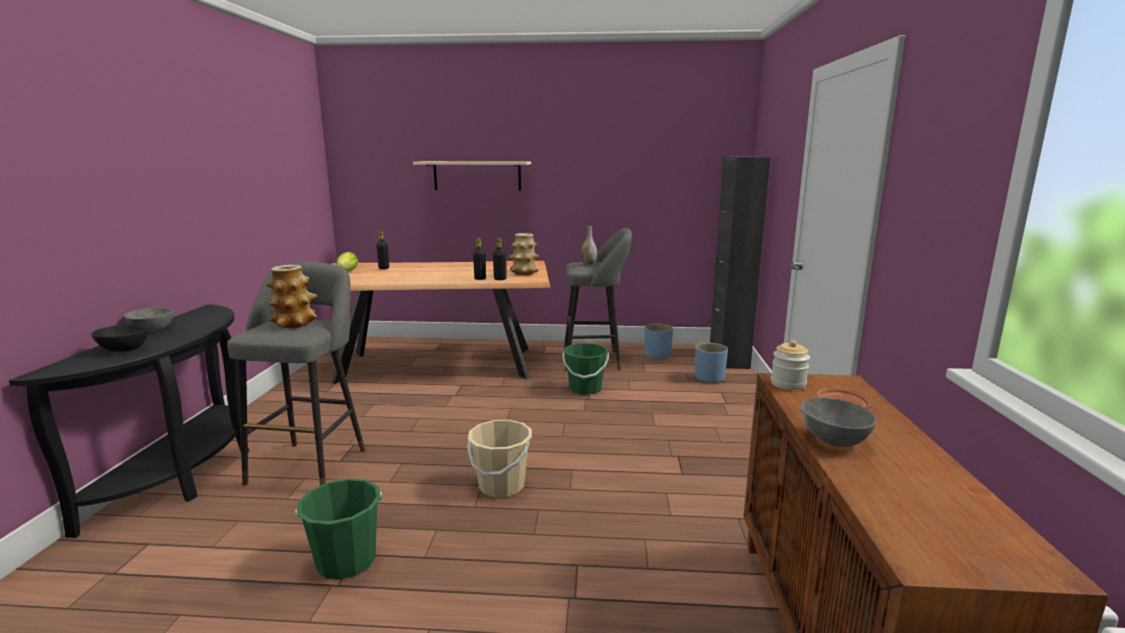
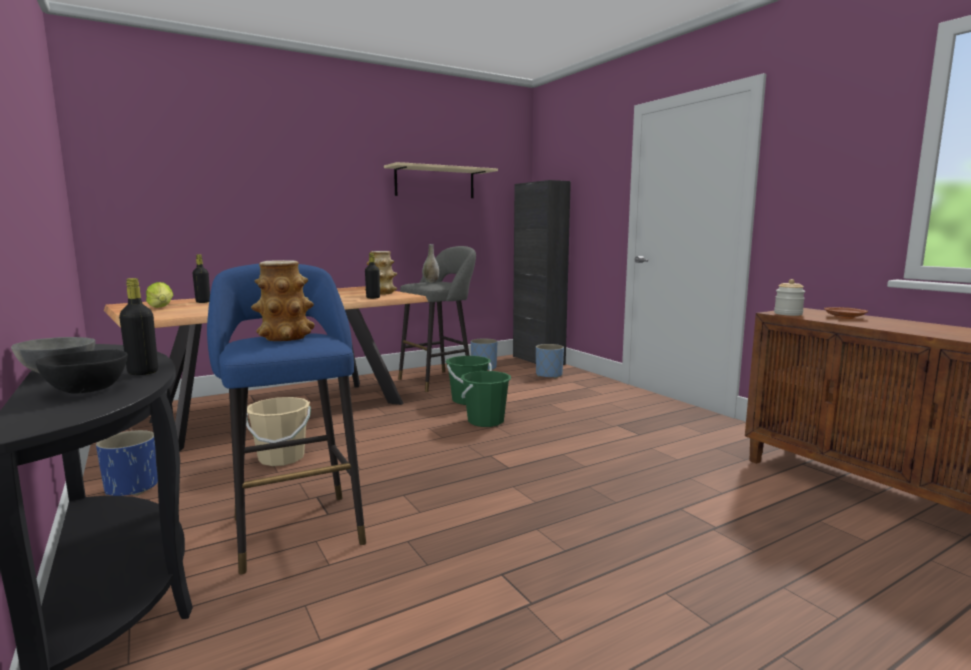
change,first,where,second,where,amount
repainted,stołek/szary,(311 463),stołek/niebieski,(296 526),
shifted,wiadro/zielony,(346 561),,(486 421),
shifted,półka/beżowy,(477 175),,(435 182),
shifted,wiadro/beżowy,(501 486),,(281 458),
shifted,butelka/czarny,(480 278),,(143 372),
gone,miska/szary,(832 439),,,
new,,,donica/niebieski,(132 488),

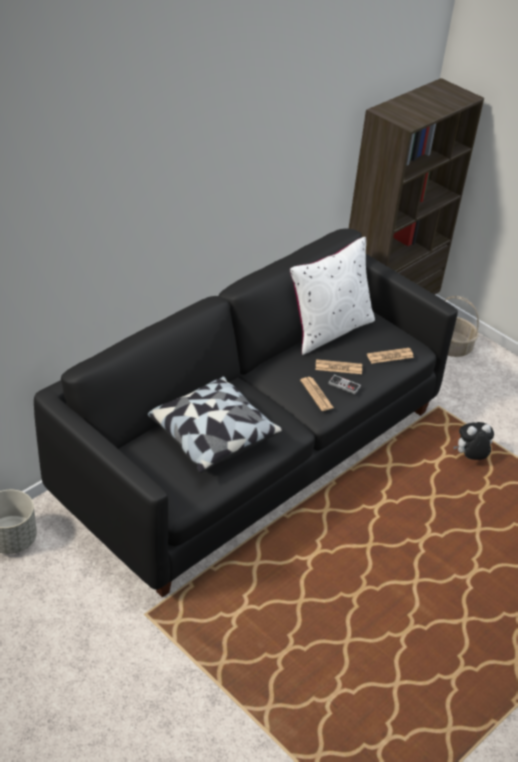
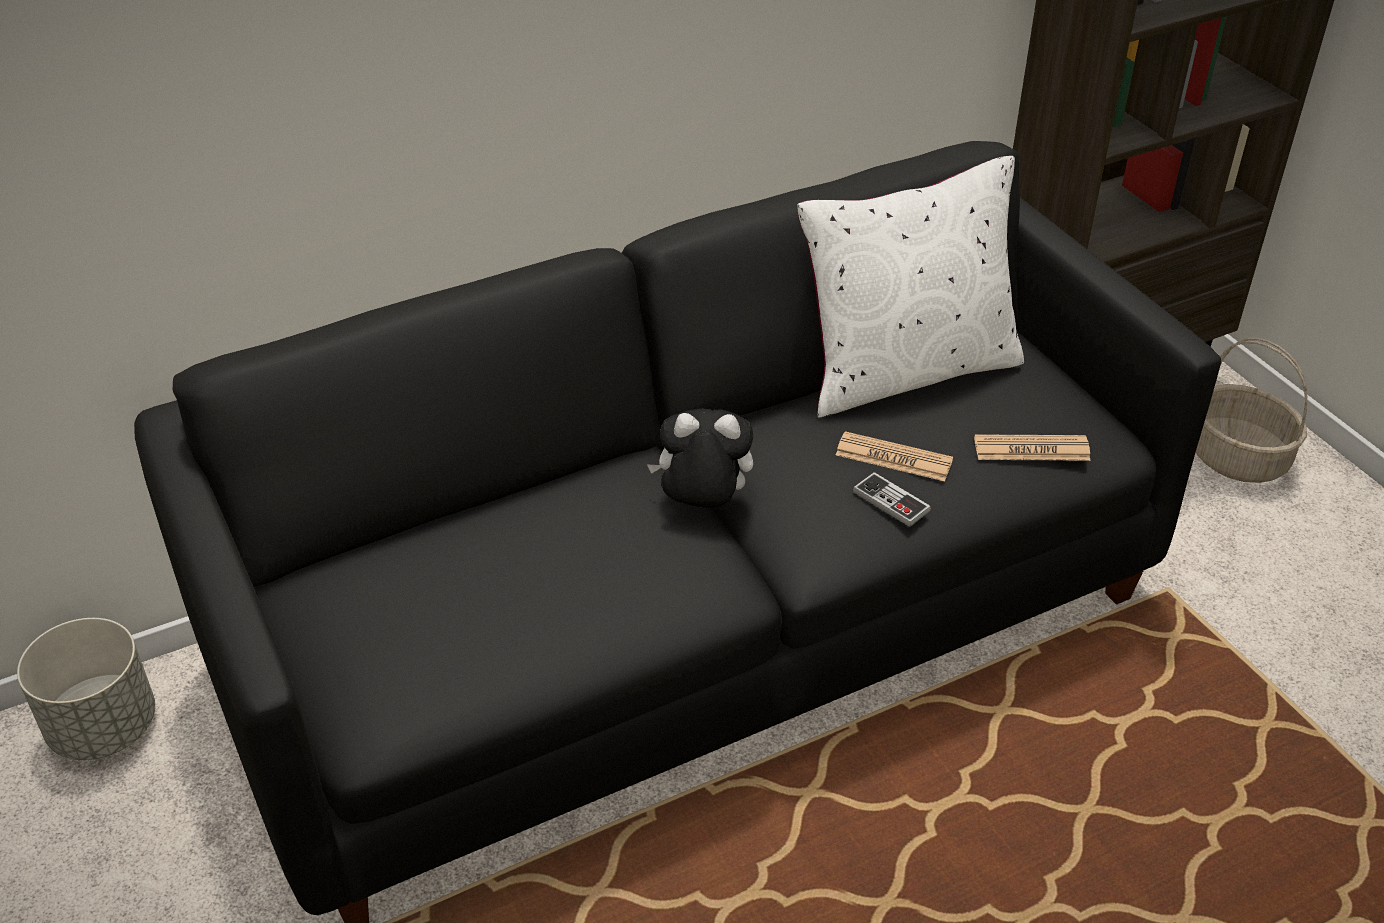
change,first,where,second,where,amount
gone,poduszka,(211 435),,,
gone,gazeta,(316 394),,,
shifted,pluszak,(470 458),,(702 505),

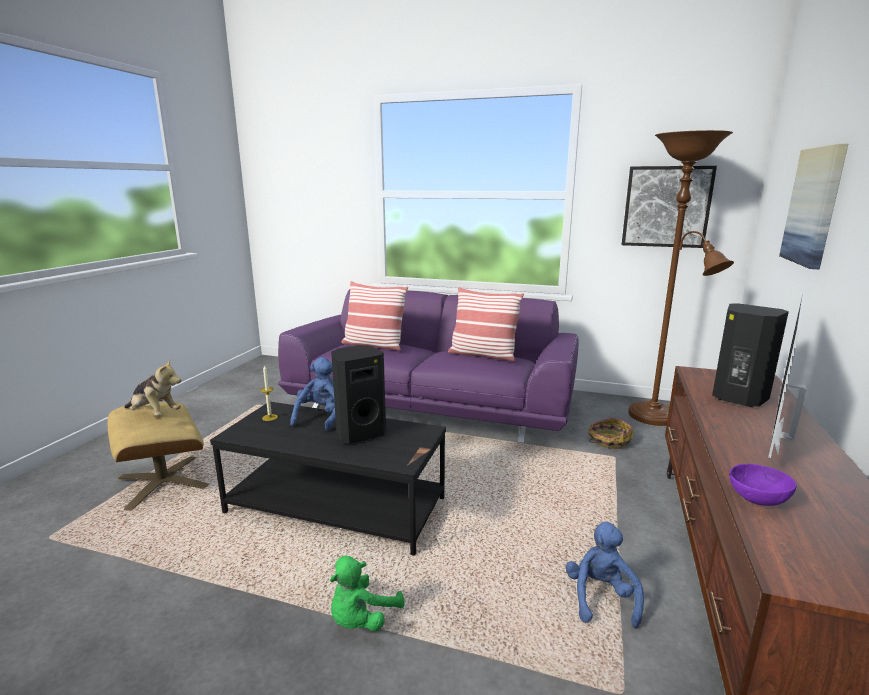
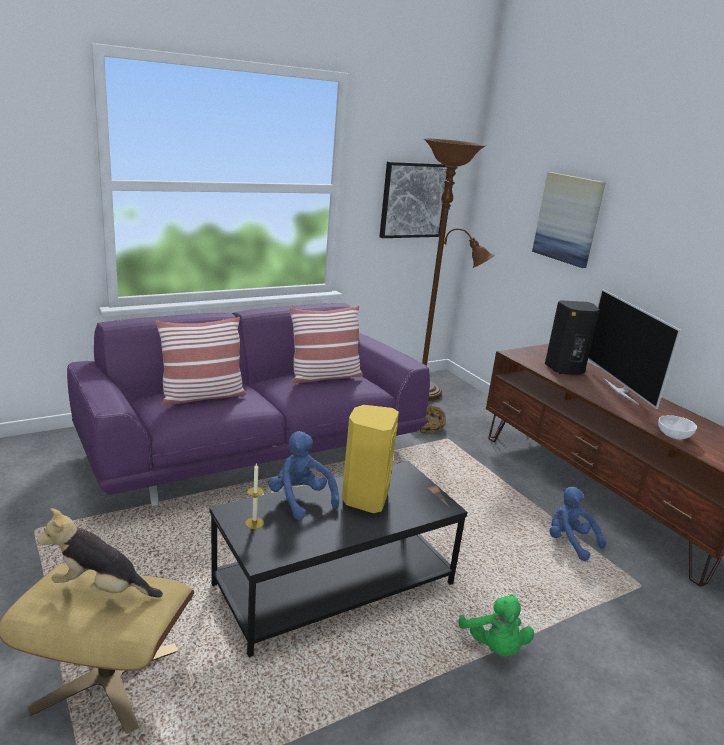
change,first,where,second,where,amount
rotated,pluszak,(154 414),,(101 589),150 degrees counterclockwise
repainted,głośnik/czarny,(359 433),głośnik/żółty,(364 498),
repainted,miska/fioletowy,(756 498),miska/biały,(673 436),

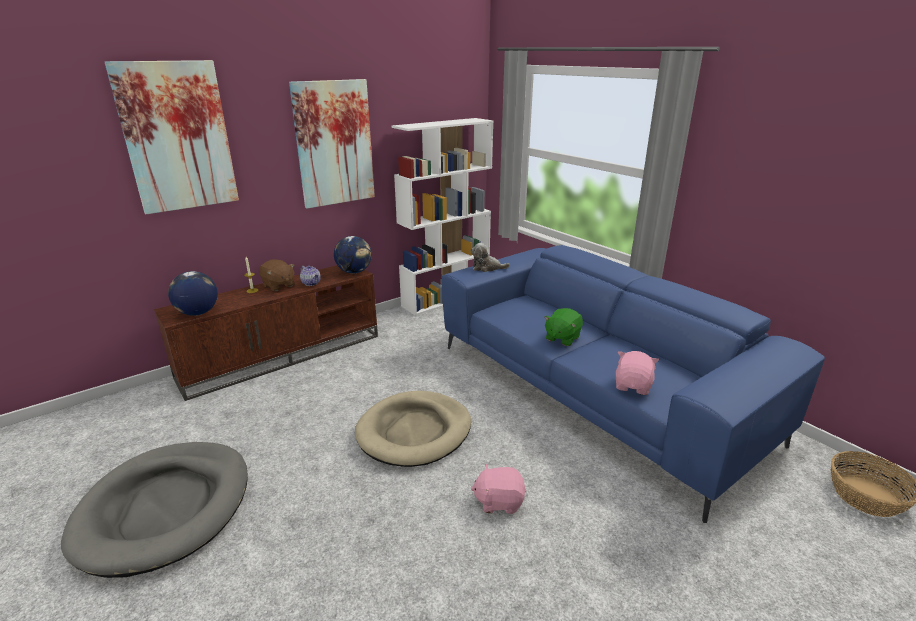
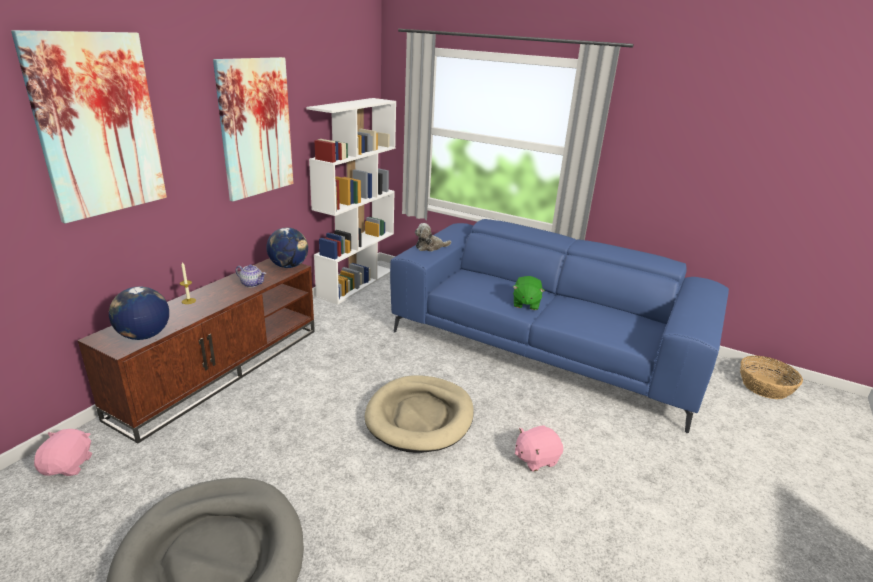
change,first,where,second,where,amount
gone,pluszak/brązowy,(278 286),,,
shifted,pluszak/różowy,(633 386),,(69 465),

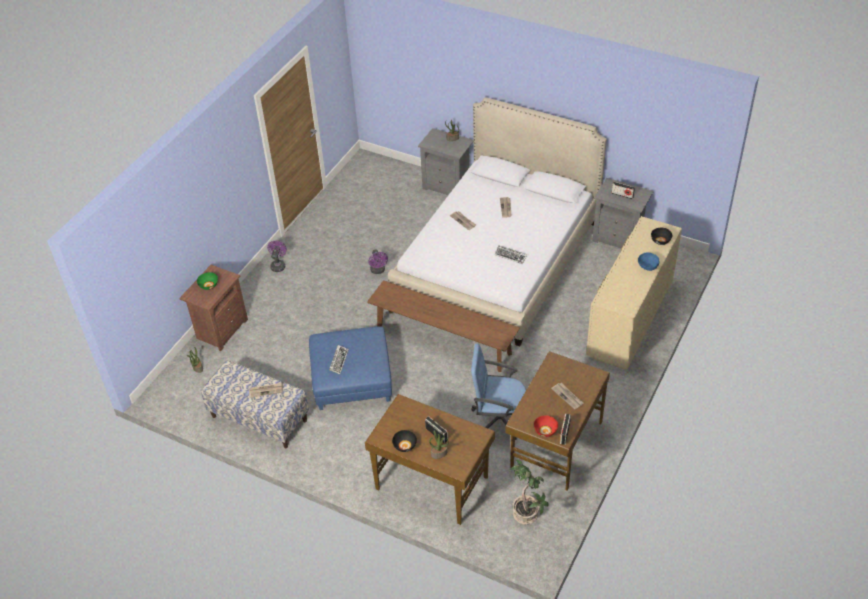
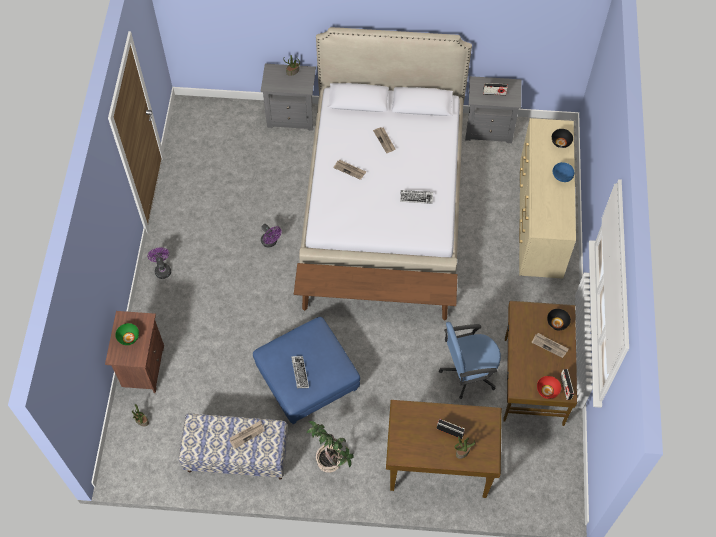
change,first,where,second,where,amount
shifted,miska/czarny,(405 446),,(557 323),
shifted,roślina doniczkowa,(526 514),,(330 460),

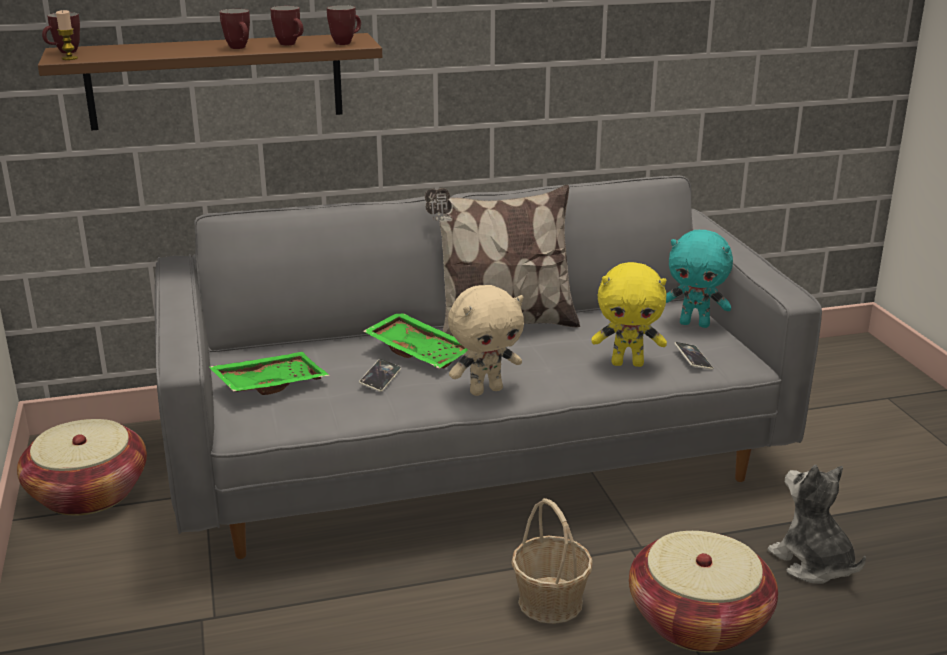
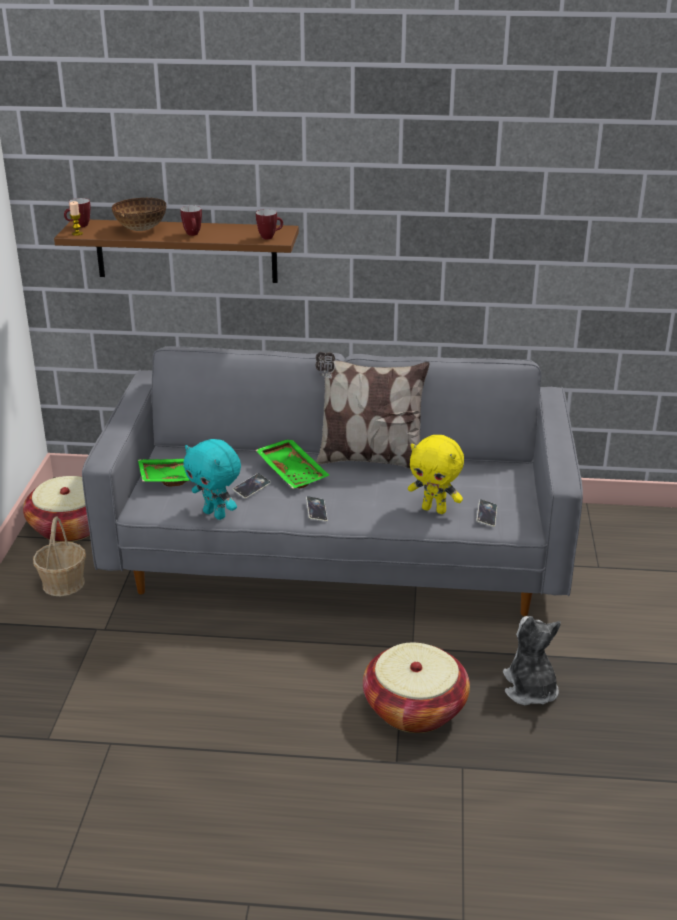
change,first,where,second,where,amount
gone,kubek,(290 44),,,
swapped,pluszak/beżowy,(485 390),telefon,(316 511),
shifted,koszyk,(550 601),,(63 583),
shifted,pluszak/turkusowy,(695 324),,(215 514),
new,,,miska,(141 229),

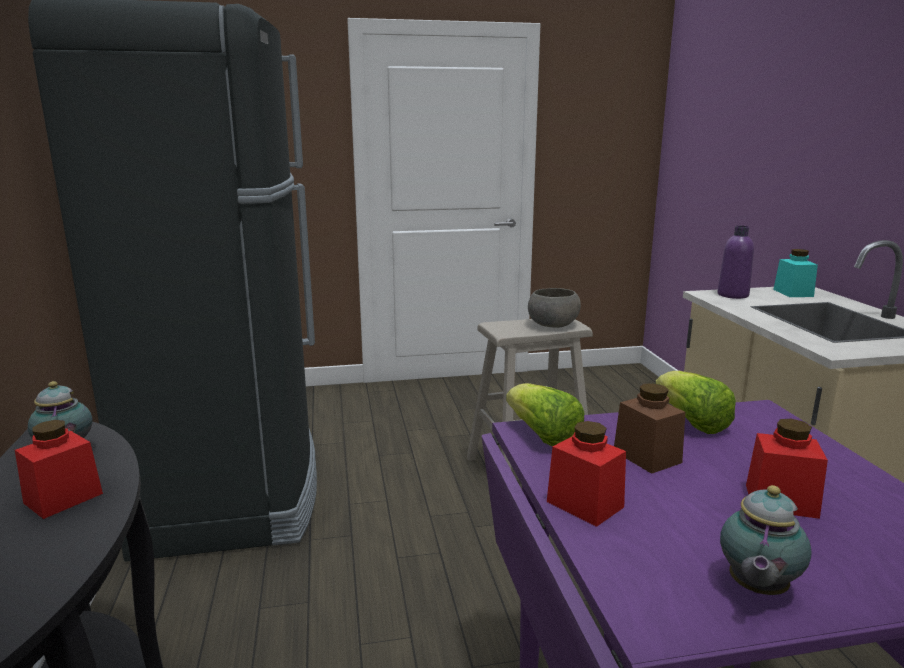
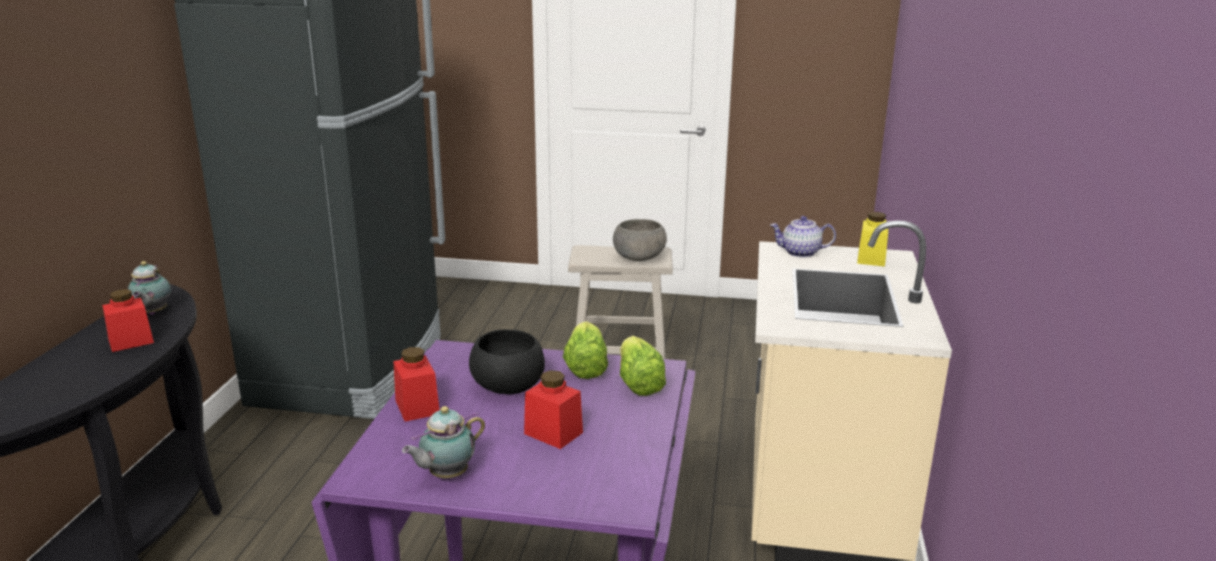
change,first,where,second,where,amount
shifted,sałata,(542 436),,(638 383),
swapped,słoik/brązowy,(647 456),miska/czarny,(508 385),
swapped,butelka/fioletowy,(732 295),imbryk,(800 253),
repainted,słoik/turkusowy,(793 293),słoik/żółty,(871 259),

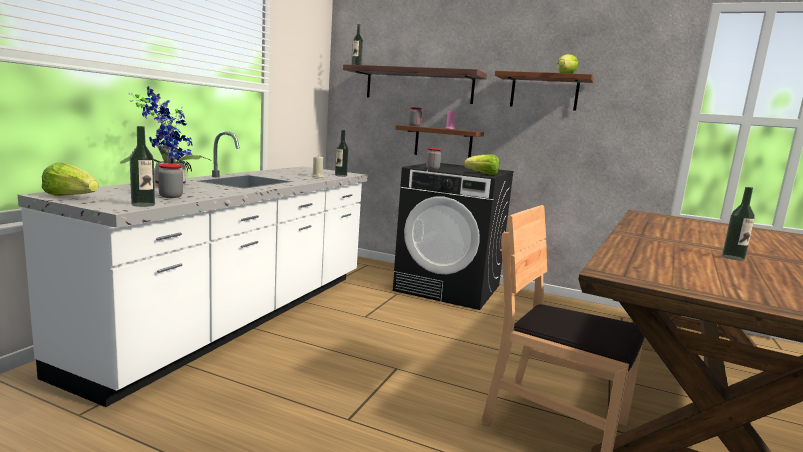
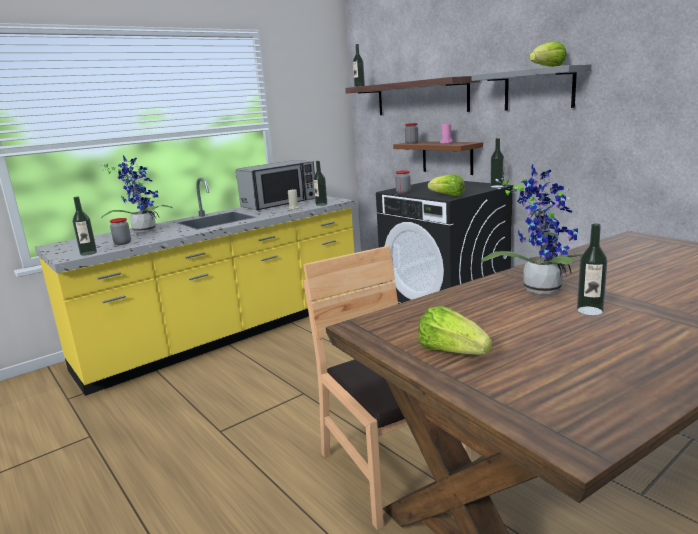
change,first,where,second,where,amount
repainted,zabudowa kuchenna/biały,(241 317),zabudowa kuchenna/żółty,(228 334),
shifted,sałata,(71 197),,(451 352),
repainted,półka/brązowy,(544 92),półka/szary,(538 89),
new,,,mikrofalówka,(280 203),
new,,,roślina doniczkowa,(540 287),
new,,,butelka,(497 186),

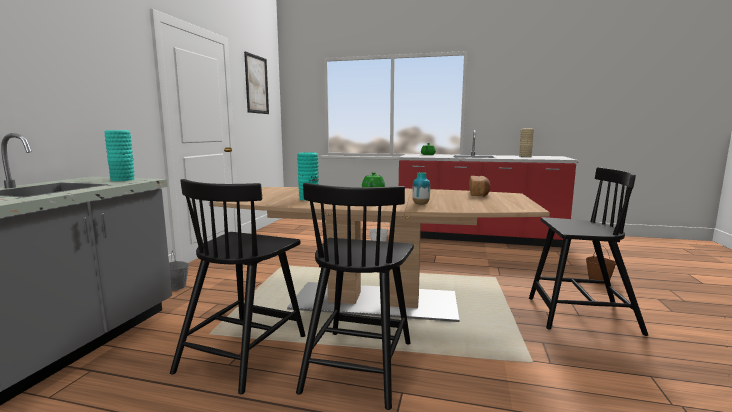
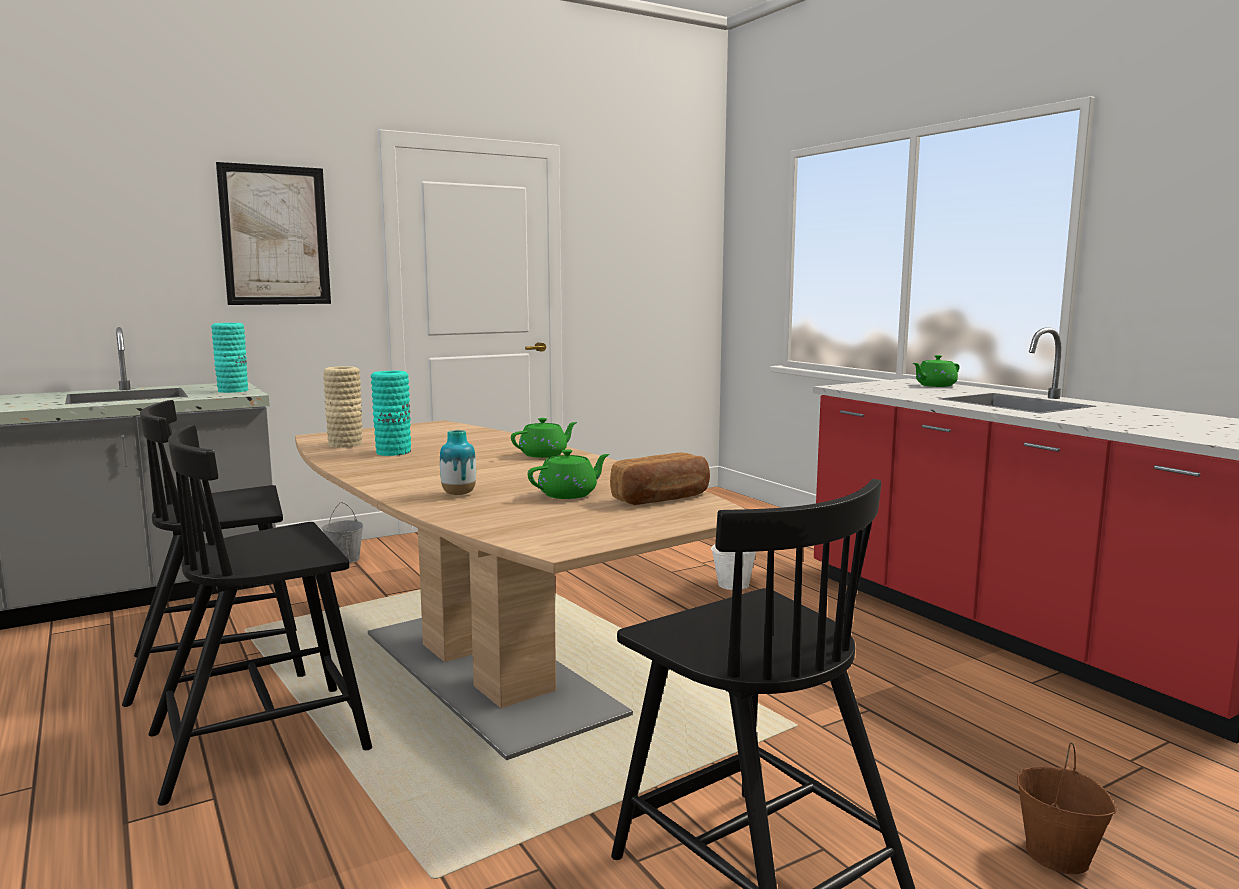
change,first,where,second,where,amount
shifted,obraz,(256 84),,(275 235),
shifted,wazon/beżowy,(525 156),,(345 444),
new,,,imbryk/zielony,(569 494),

